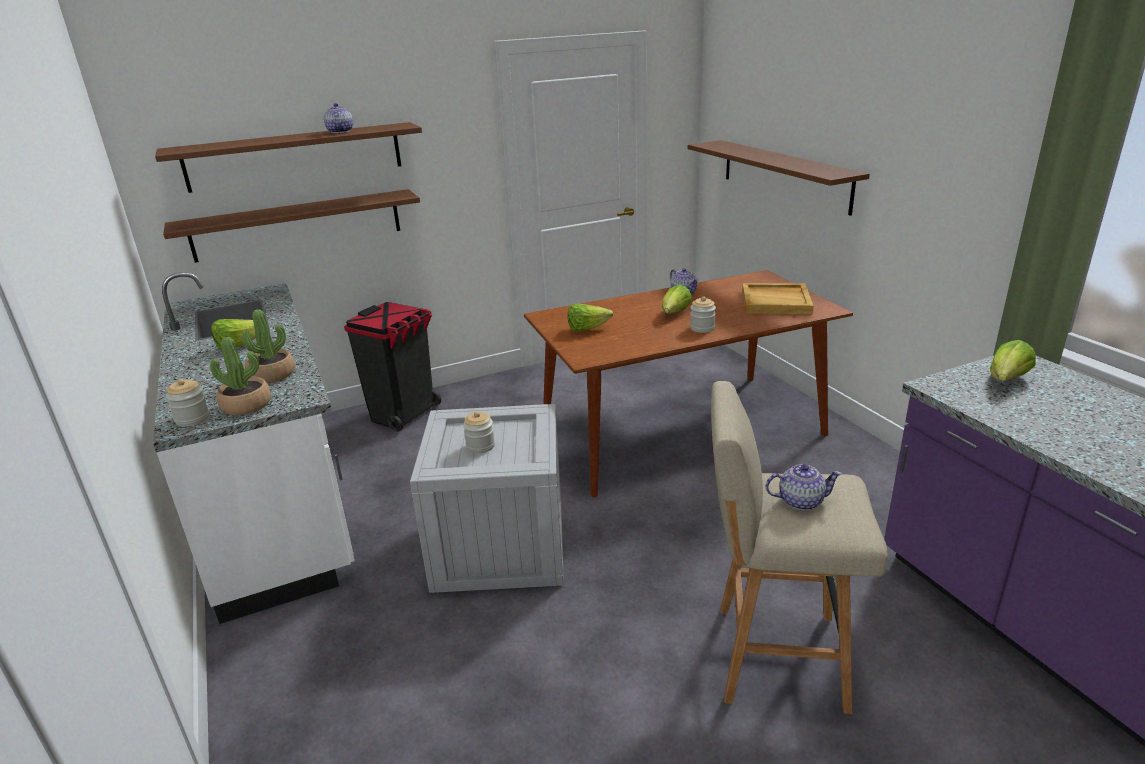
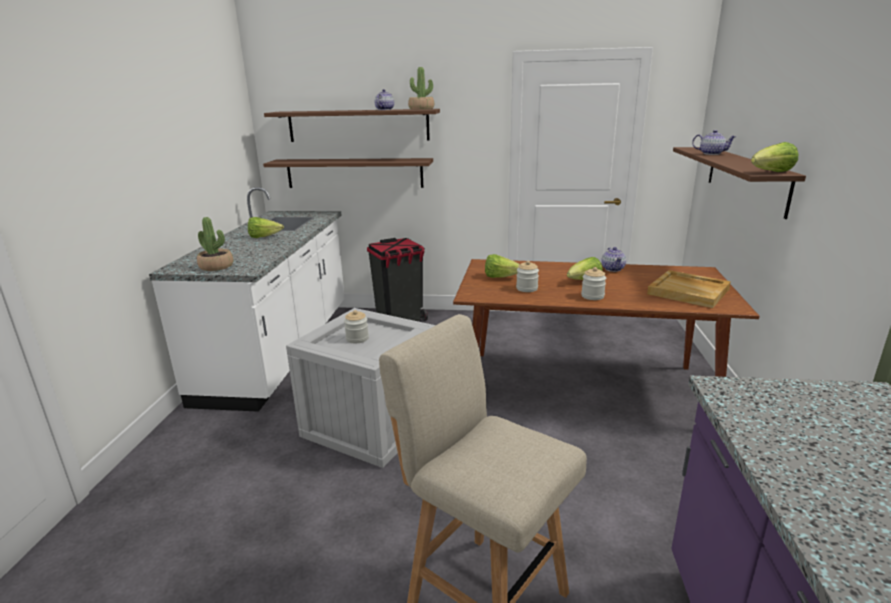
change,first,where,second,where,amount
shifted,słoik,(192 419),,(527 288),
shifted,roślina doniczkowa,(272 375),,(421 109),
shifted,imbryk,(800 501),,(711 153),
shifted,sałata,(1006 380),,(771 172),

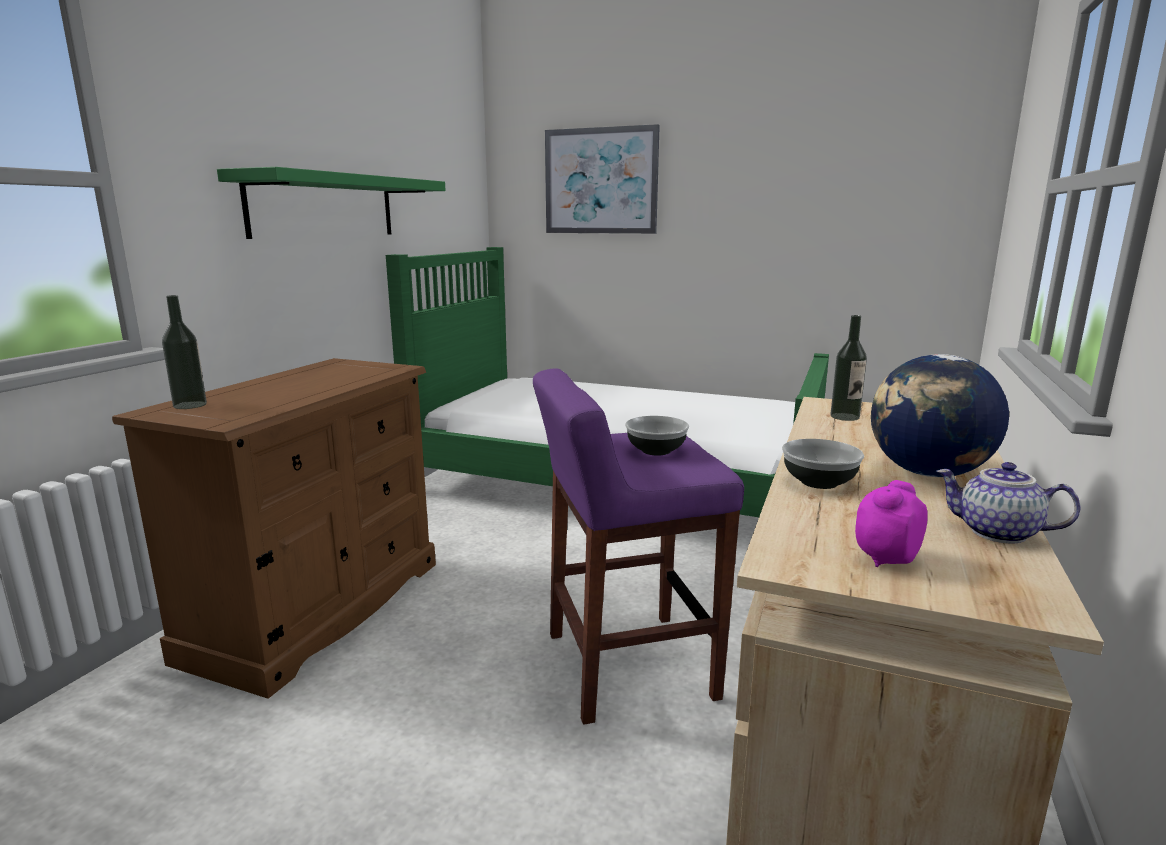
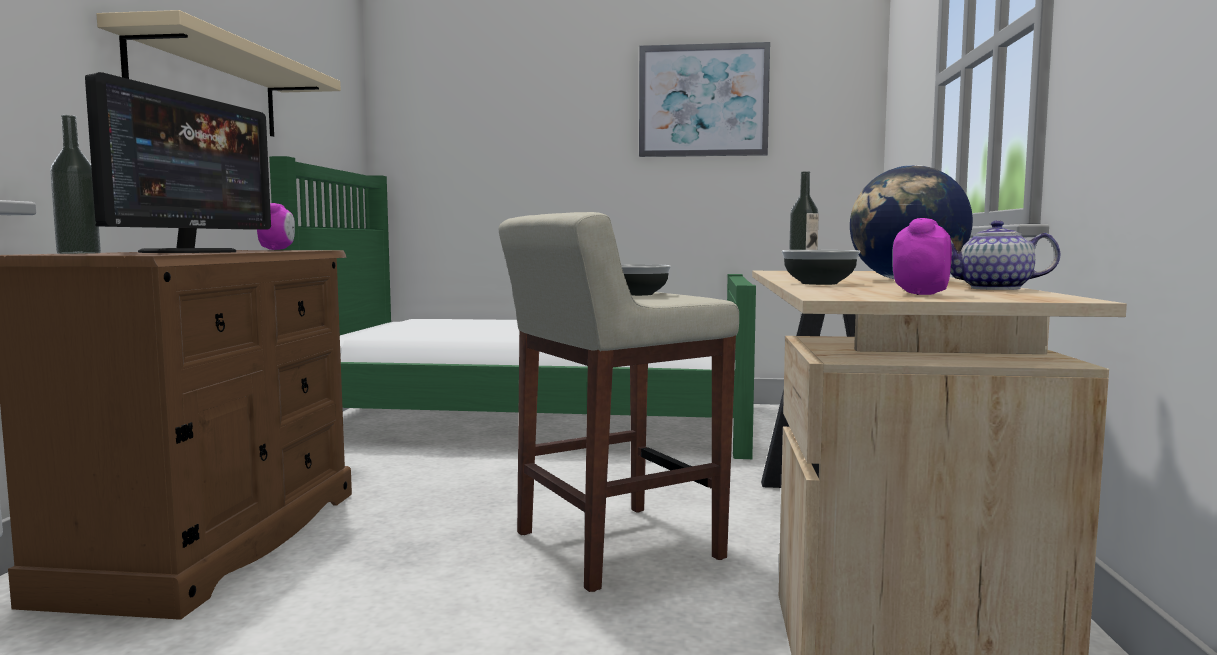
change,first,where,second,where,amount
repainted,półka/zielony,(324 206),półka/beżowy,(207 87),
repainted,stołek/fioletowy,(626 666),stołek/beżowy,(614 546),
shifted,obraz,(601 181),,(703 101),
new,,,monitor,(190 252),
new,,,budzik,(277 249),

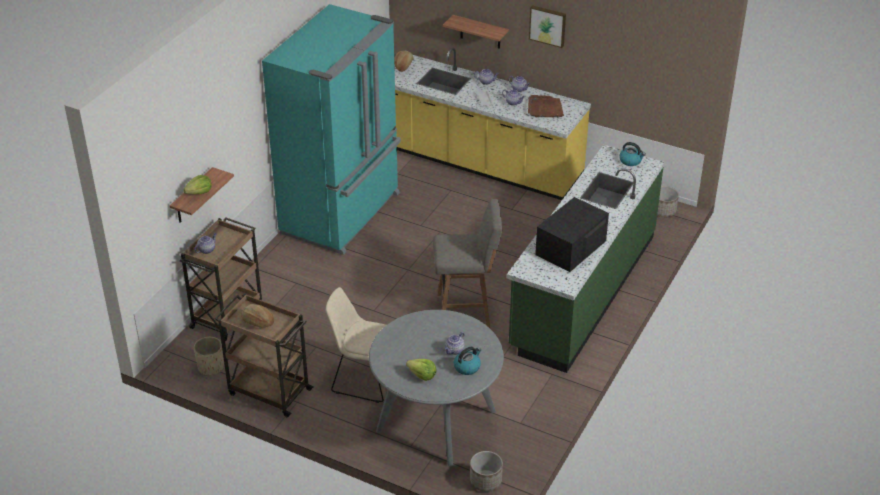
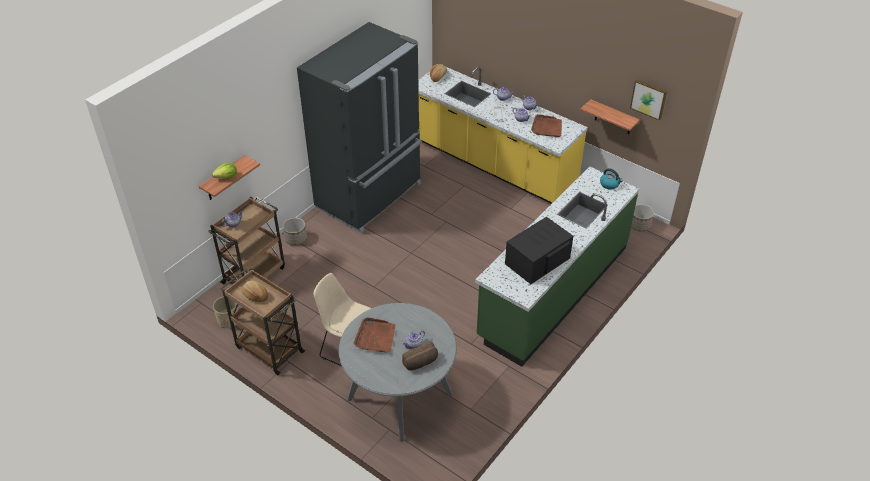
change,first,where,second,where,amount
repainted,lodówka/turkusowy,(342 213),lodówka/czarny,(370 196),
gone,sałata,(422 375),,,
gone,stołek/szary,(466 311),,,
shifted,półka,(480 32),,(613 117),
swapped,czajnik,(467 367),chleb,(421 363),
shifted,donica,(485 481),,(295 239),
shifted,obraz,(548 25),,(649 98),
new,,,taca/brązowy,(375 337),

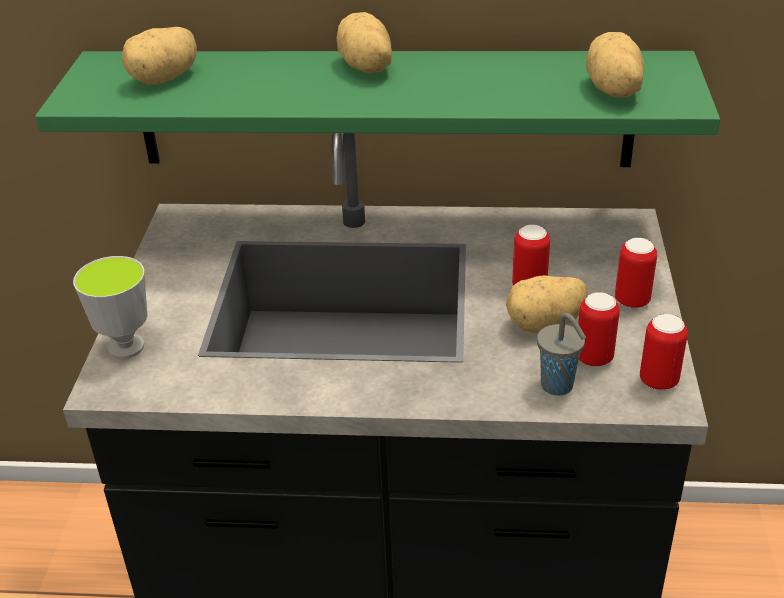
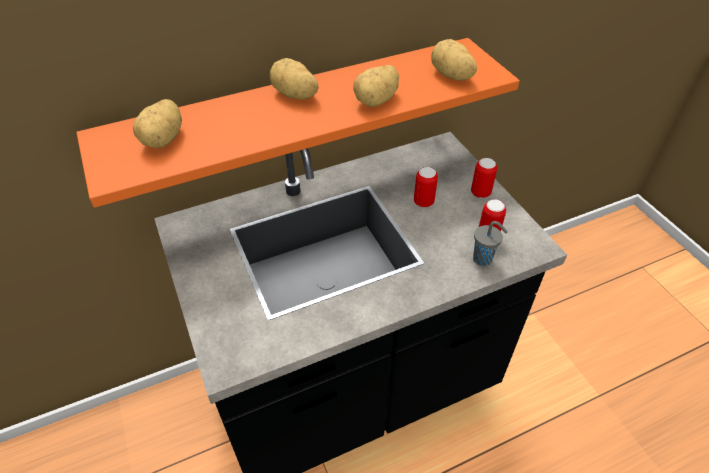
change,first,where,second,where,amount
repainted,półka/zielony,(383 108),półka/pomarańczowy,(295 115),
gone,filiżanka,(126 347),,,
shifted,ziemniak,(545 324),,(377 101),
gone,puszka,(658 381),,,

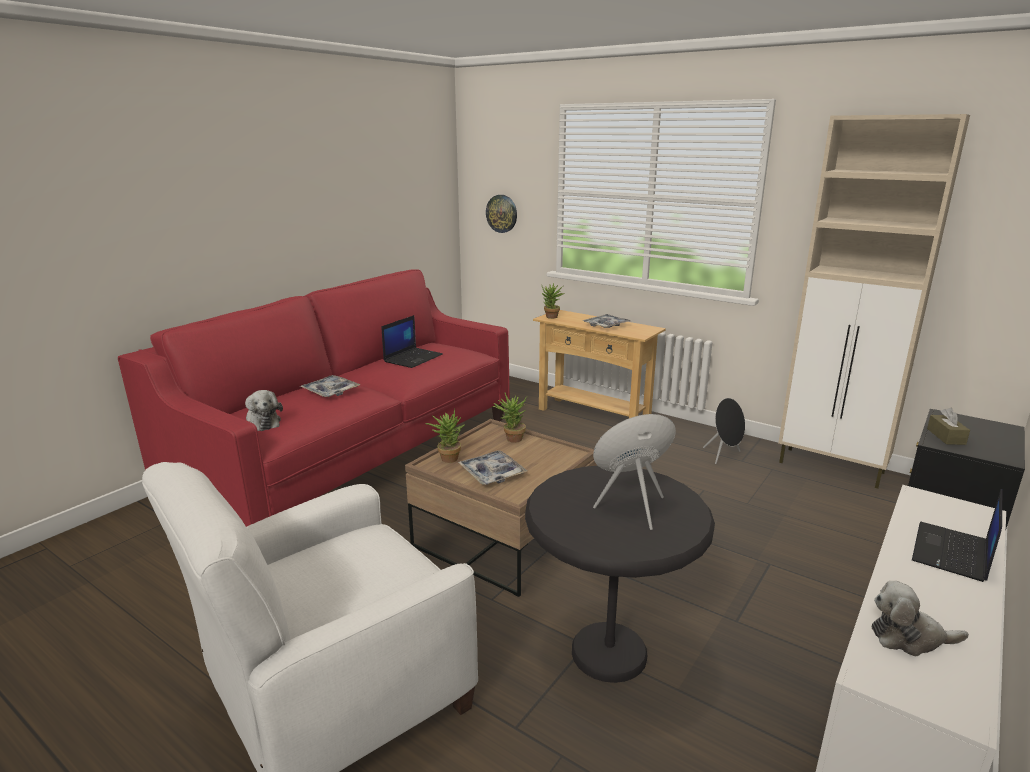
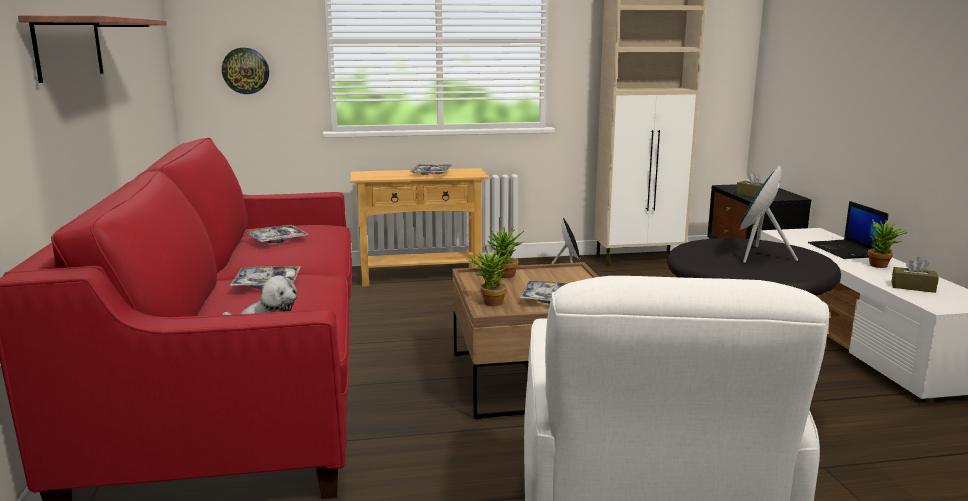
change,first,where,second,where,amount
swapped,laptop,(413 358),taca,(277 240),
shifted,roślina doniczkowa,(551 317),,(881 266),
swapped,pluszak,(909 637),pudełko chusteczek/brązowy,(913 287),
new,,,półka,(69 48),

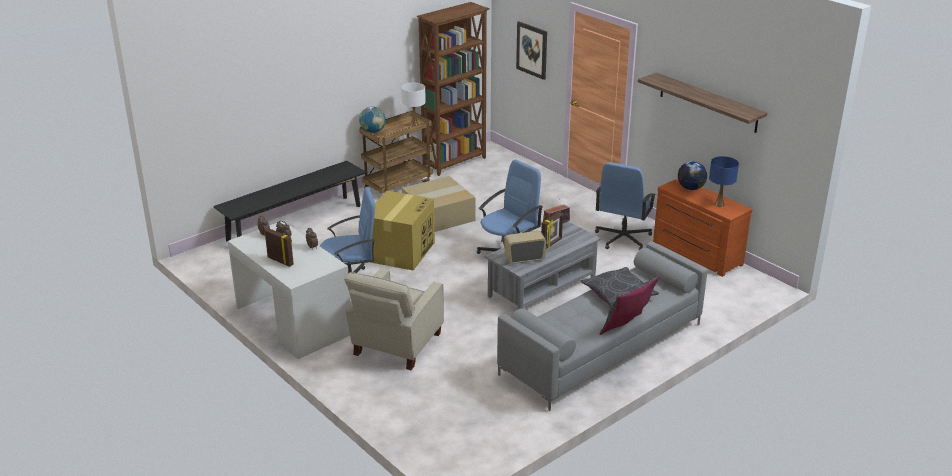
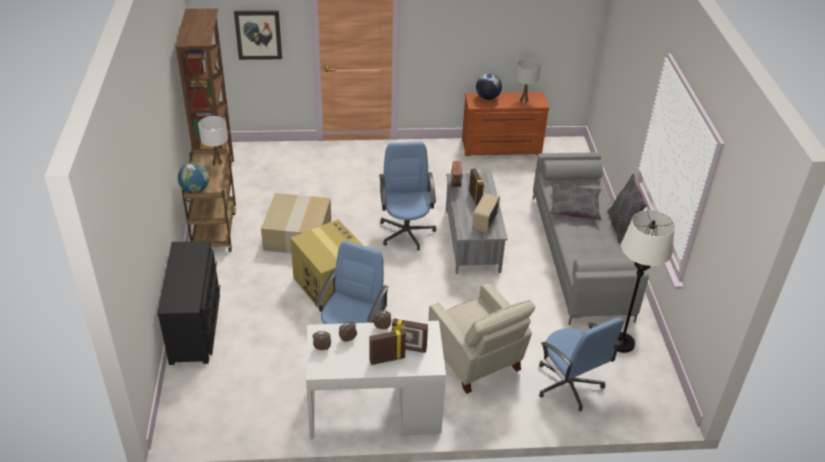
change,first,where,second,where,amount
swapped,ławka/czarny,(295 222),komoda/czarny,(197 326),
shifted,krzesło biurowe/niebieski,(622 238),,(568 385),
gone,półka,(708 102),,,
repainted,lampa stołowa/niebieski,(719 205),lampa stołowa/biały,(524 100),
new,,,ramka na zdjęcie,(408 348),
new,,,lampa stojąca/biały,(622 343),

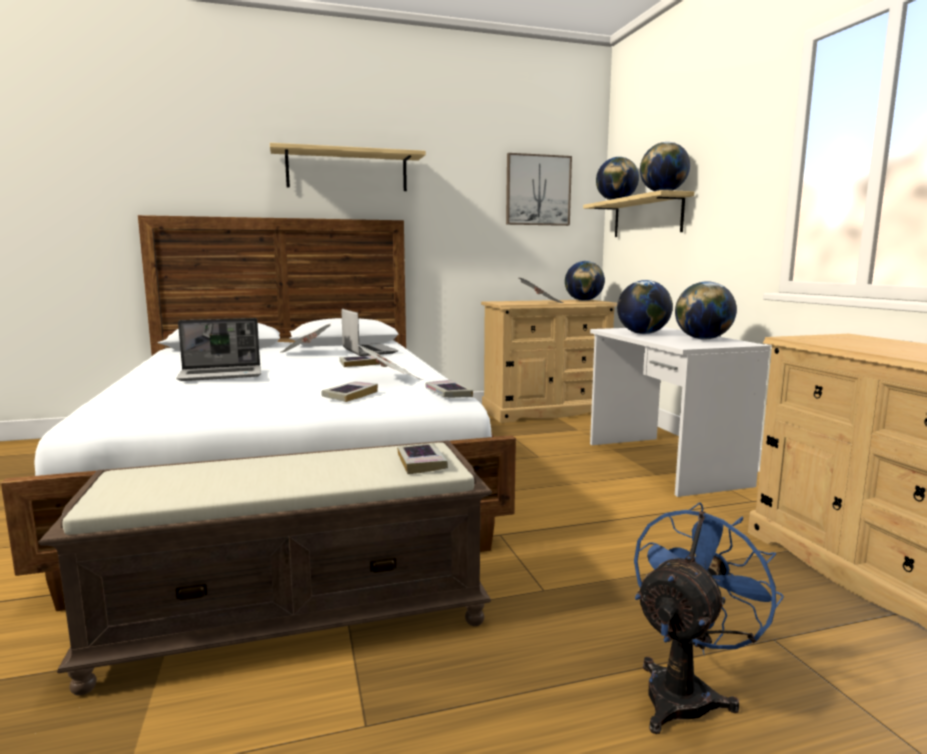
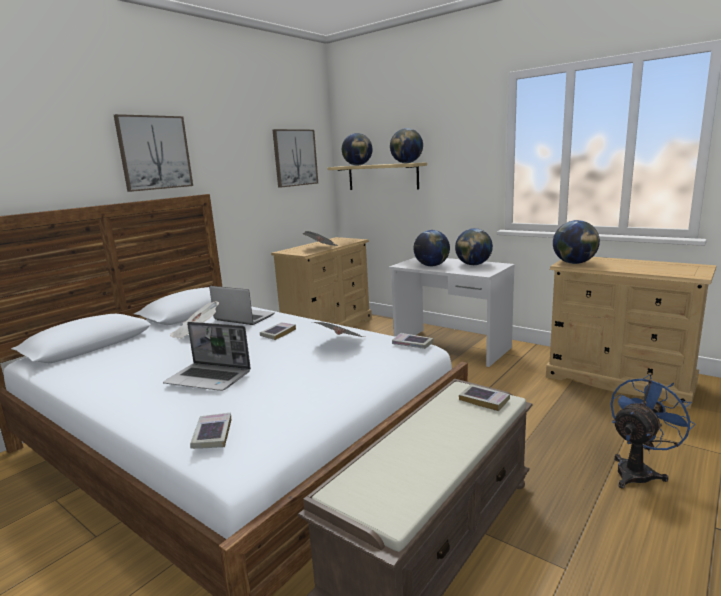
change,first,where,second,where,amount
rotated,laptop,(222 375),,(209 378),75 degrees clockwise
swapped,półka,(347 171),obraz,(154 153),
shifted,książka,(350 395),,(212 435),
shifted,globus,(583 300),,(574 263),
rotated,wentylator/niebieski,(685 691),,(638 471),45 degrees clockwise

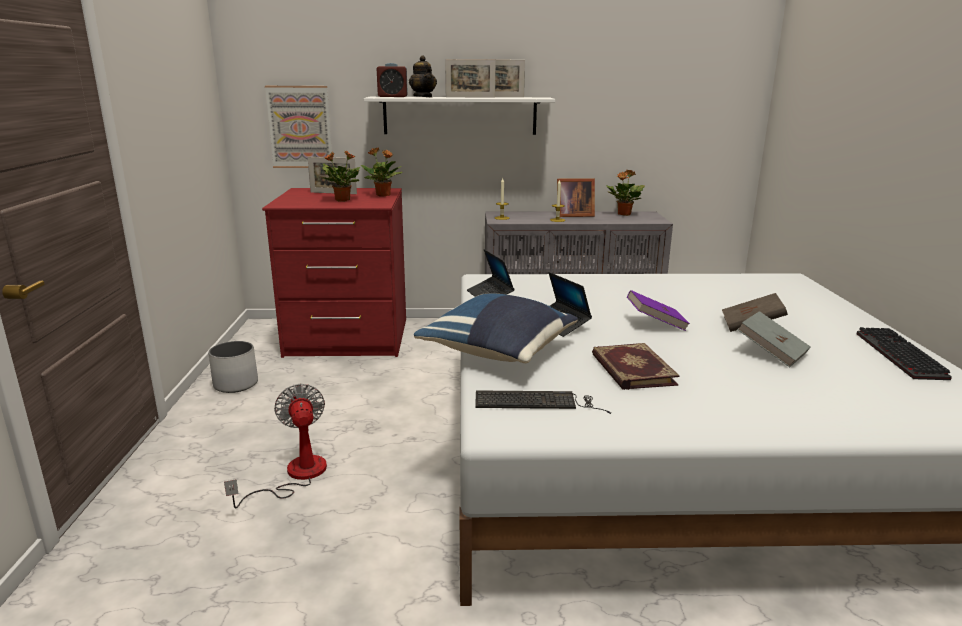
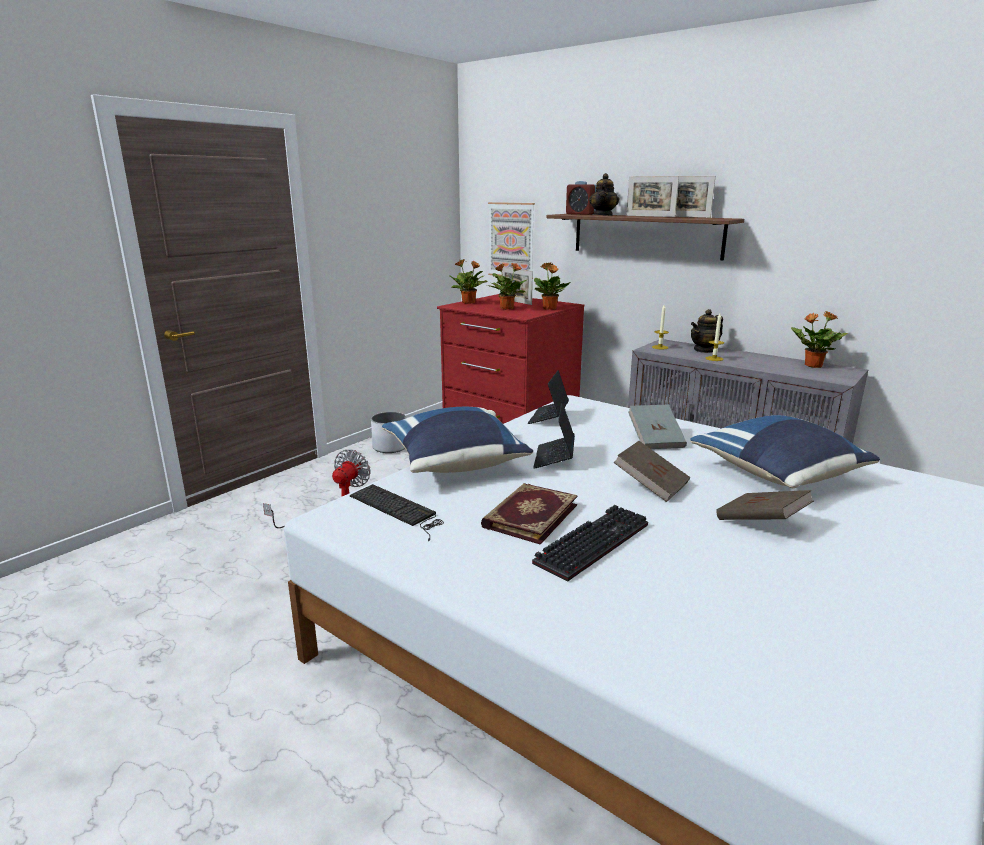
change,first,where,second,where,amount
repainted,półka/biały,(460 115),półka/brązowy,(646 235),
gone,ramka na zdjęcie,(572 215),,,
repainted,książka/fioletowy,(655 323),książka/brązowy,(650 485),
shifted,książka/szary,(771 353),,(655 440),
shifted,klawiatura,(896 354),,(592 542),
new,,,roślina doniczkowa,(469 303),
new,,,imbryk,(704 350),
new,,,poduszka/niebieski,(778 475),

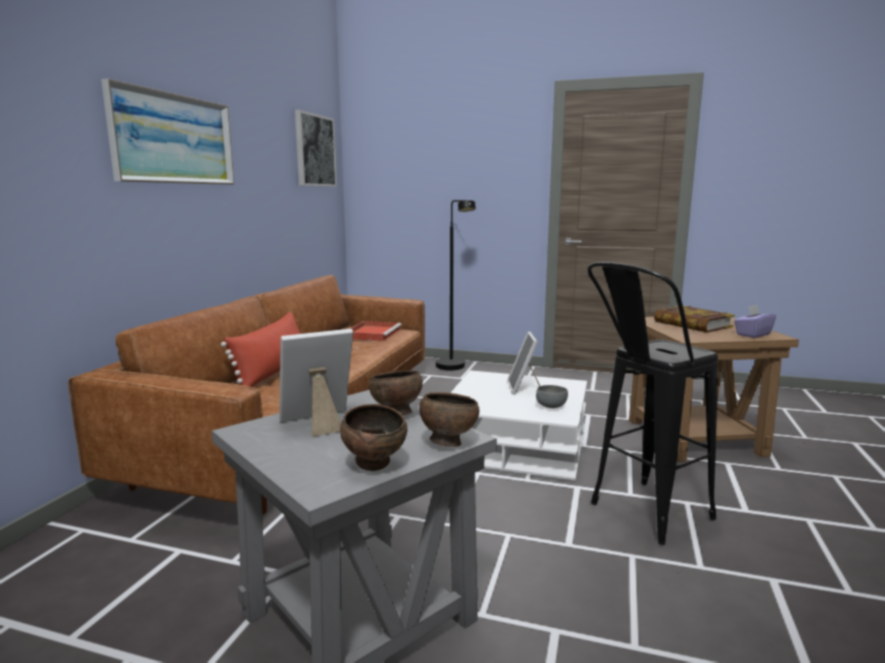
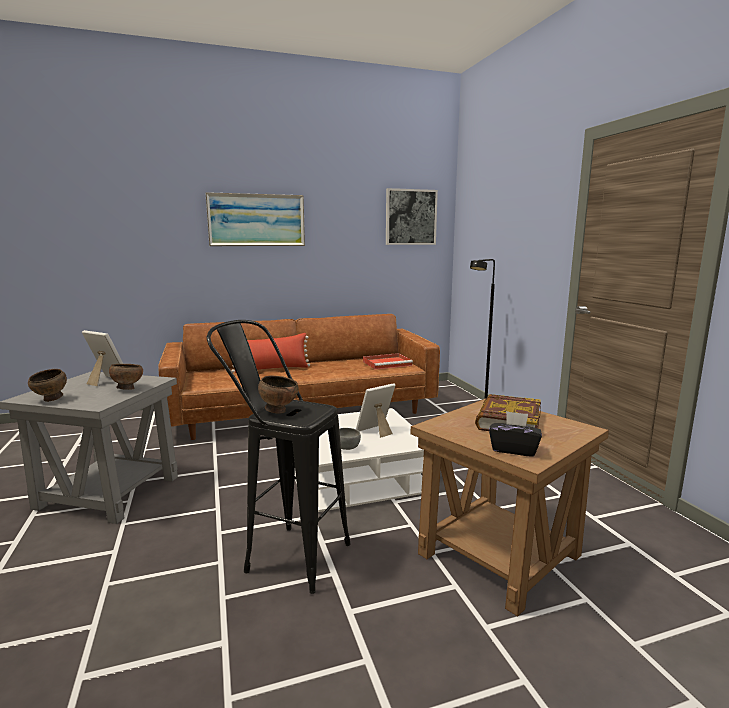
change,first,where,second,where,amount
shifted,miska/brązowy,(447 443),,(279 411),
repainted,pudełko chusteczek/fioletowy,(752 334),pudełko chusteczek/czarny,(513 449),

